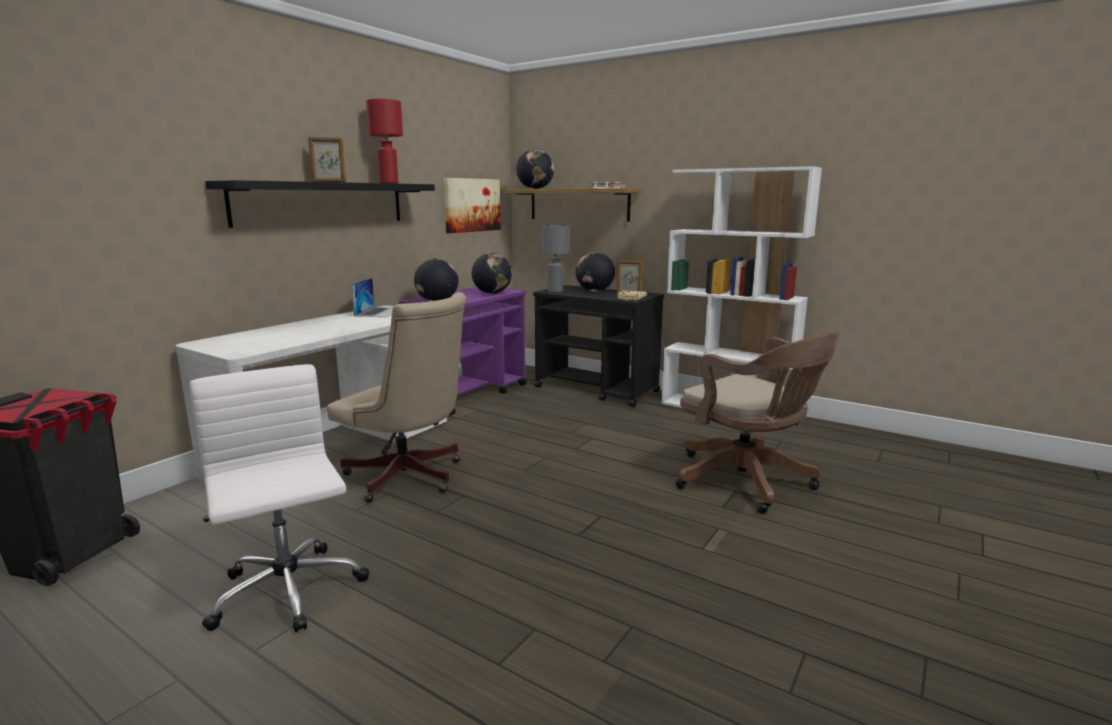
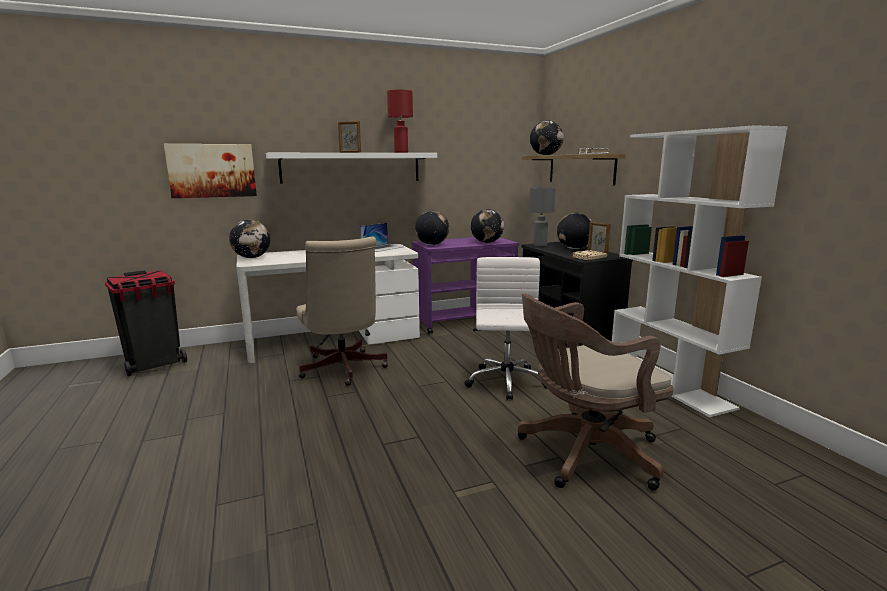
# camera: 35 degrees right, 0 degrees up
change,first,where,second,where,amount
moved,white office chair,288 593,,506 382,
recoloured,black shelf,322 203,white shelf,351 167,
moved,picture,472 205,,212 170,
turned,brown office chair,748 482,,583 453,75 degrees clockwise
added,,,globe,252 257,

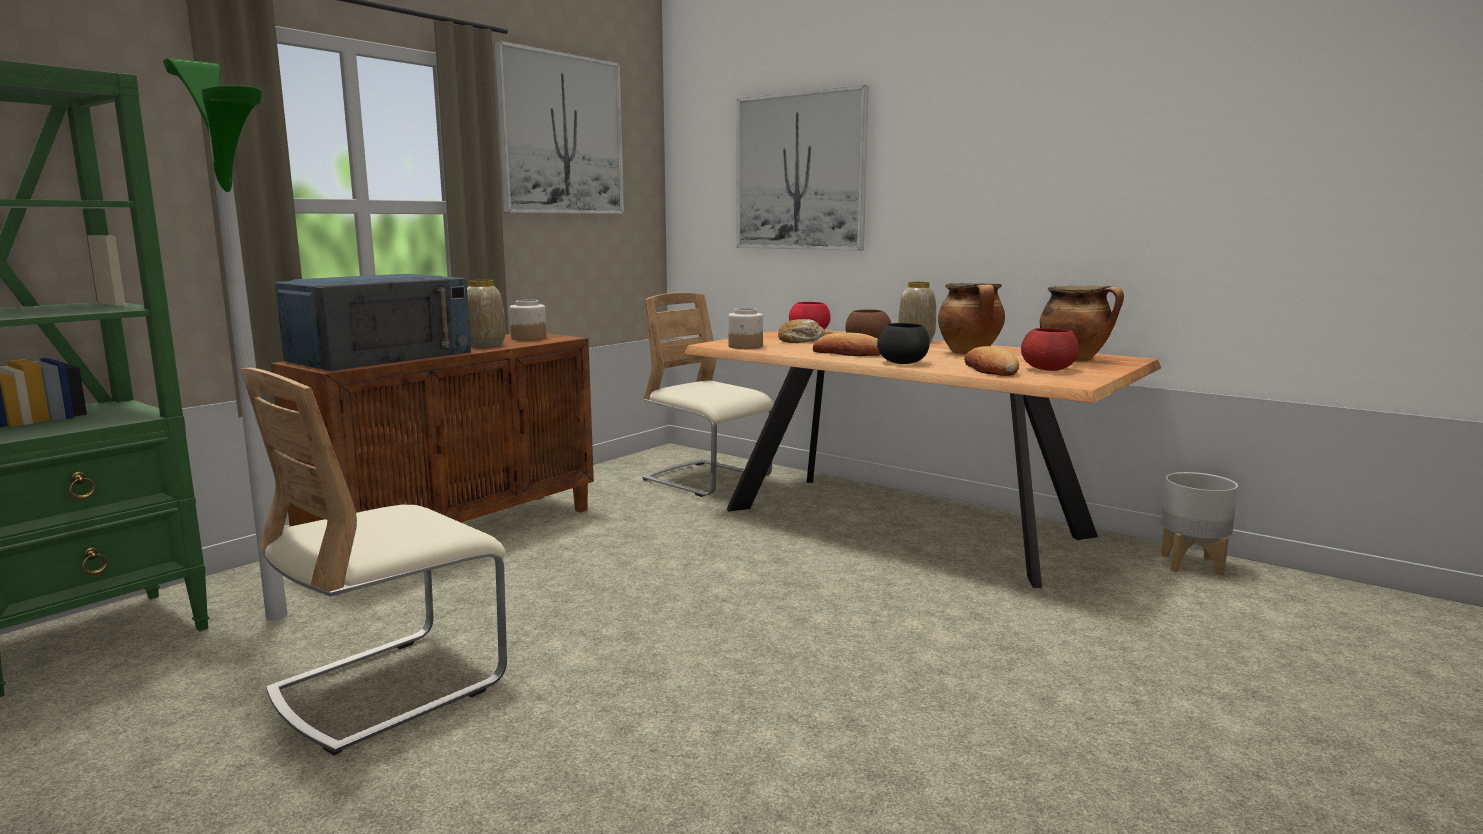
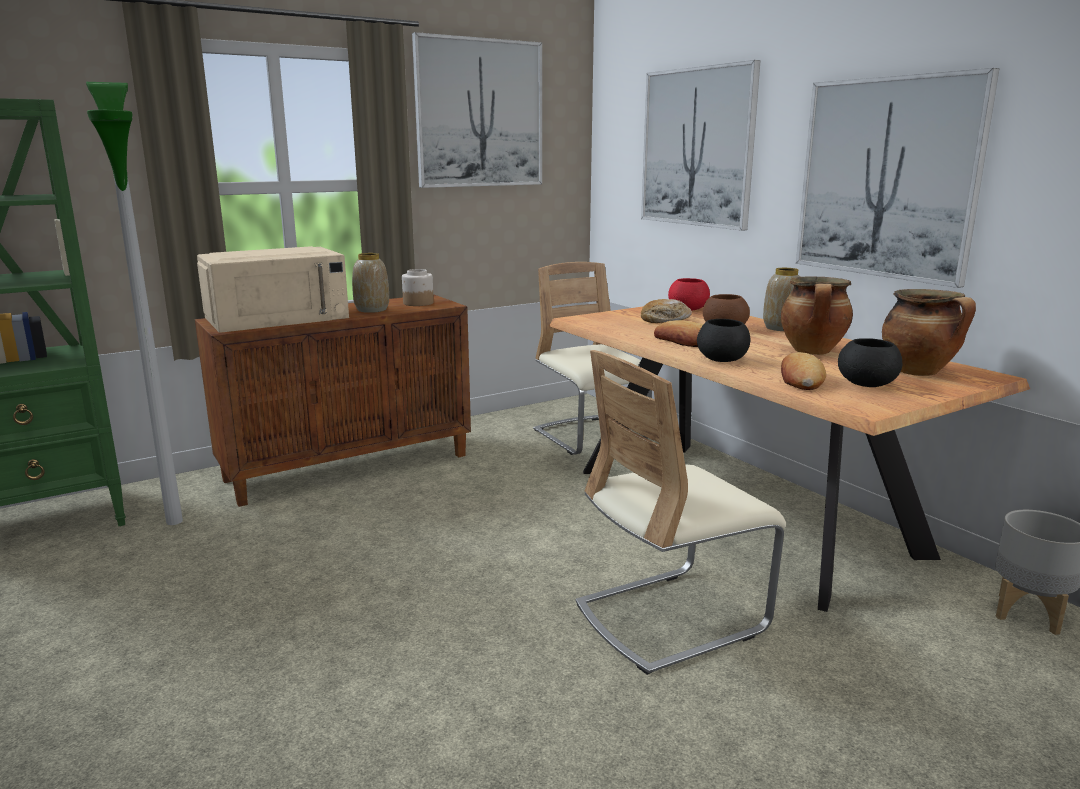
# camera: 20 degrees right, 5 degrees up
change,first,where,second,where,amount
moved,beige chair,389 687,,670 617,
recoloured,blue microwave,381 356,beige microwave,278 317,
removed,jar,745 346,,,
recoloured,red bowl,1049 369,black bowl,868 384,
added,,,picture,887 178,

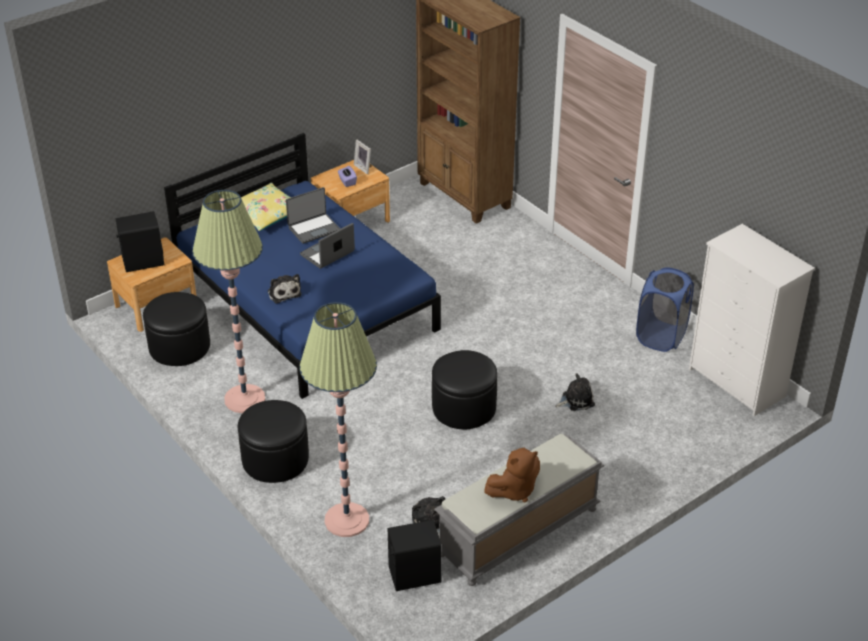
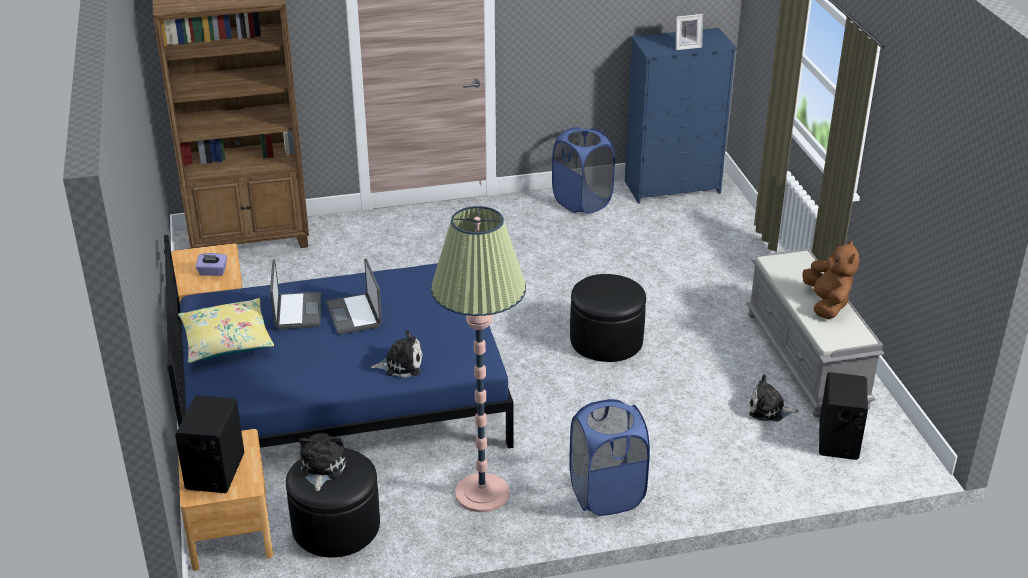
# camera: 65 degrees left, 5 degrees down
change,first,where,second,where,amount
replaced,black ottoman,275 459,blue laundry basket,606 494,
removed,floor lamp,347 520,,,
moved,picture frame,364 168,,687 46,
moved,plush toy,576 400,,321 468,
recoloured,white dresser,737 383,blue dresser,673 187,

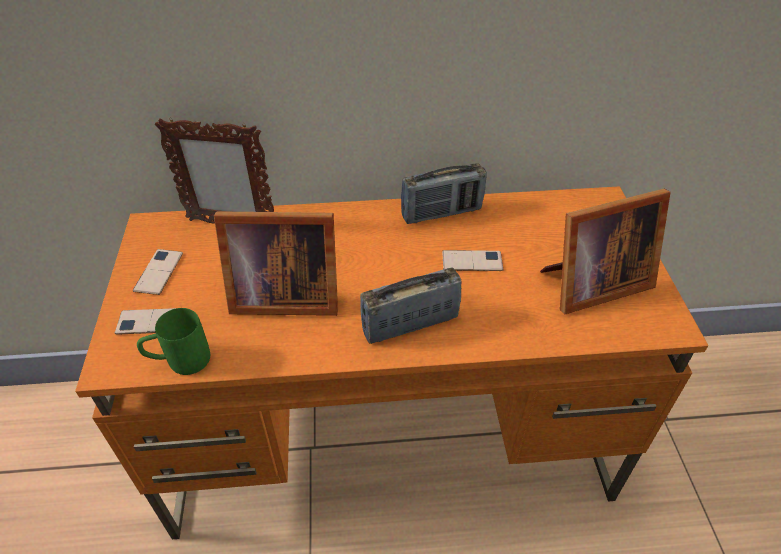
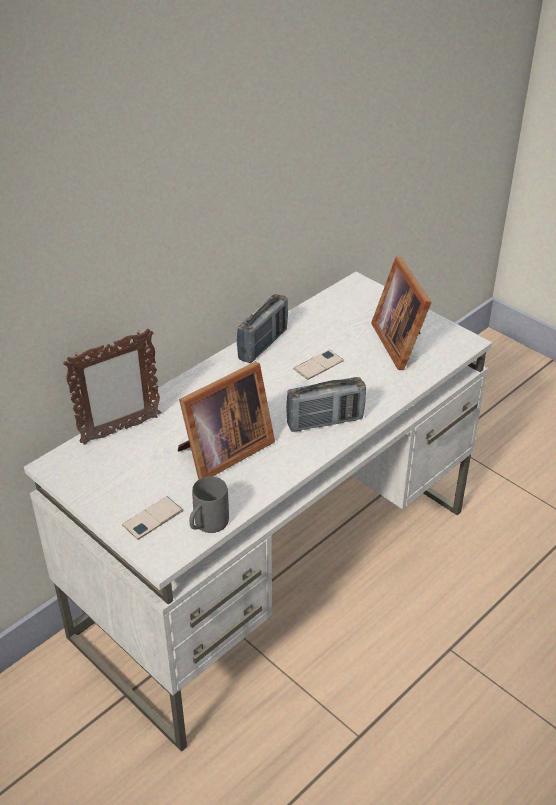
# camera: 40 degrees left, 5 degrees down
change,first,where,second,where,amount
recoloured,orange desk,392 436,white desk,277 571,
removed,phone,159 272,,,
recoloured,green mug,179 361,grey mug,207 526,
turned,radio,410 324,,325 422,135 degrees counterclockwise
turned,picture frame,591 285,,402 342,135 degrees clockwise

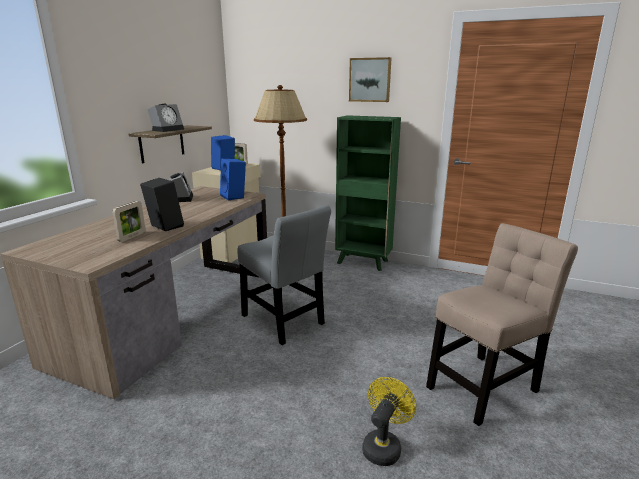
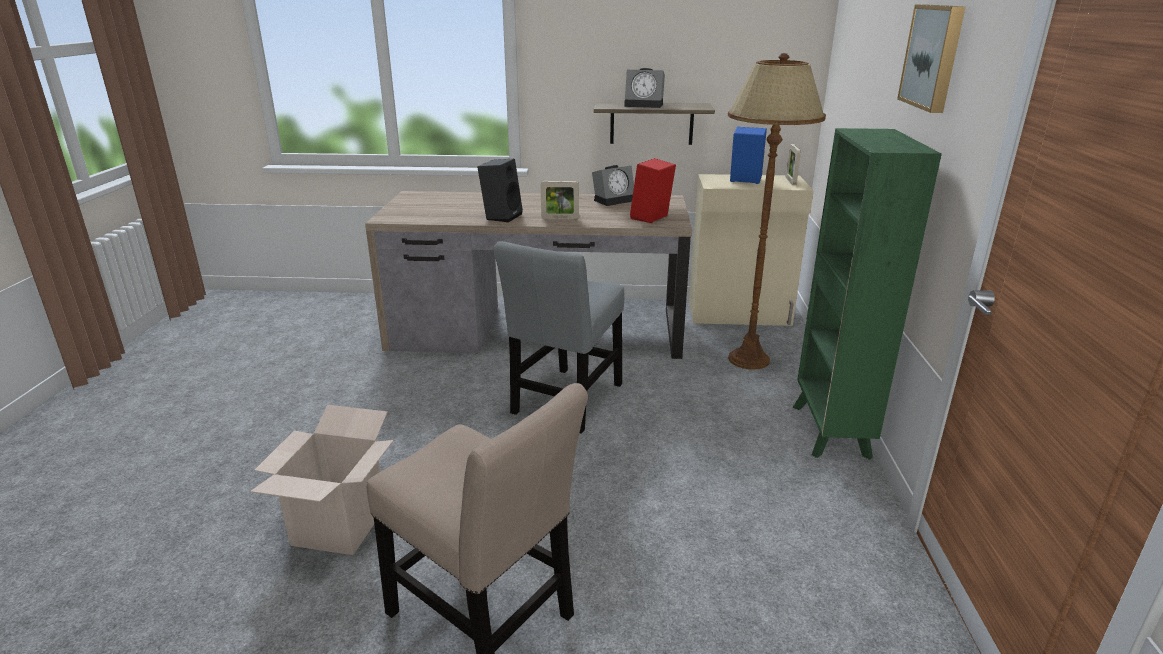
# camera: 70 degrees right, 5 degrees up
change,first,where,second,where,amount
moved,picture frame,132 236,,560 218,
recoloured,blue speaker,234 197,red speaker,651 218,
replaced,yellow fan,384 445,cardboard box,339 526,

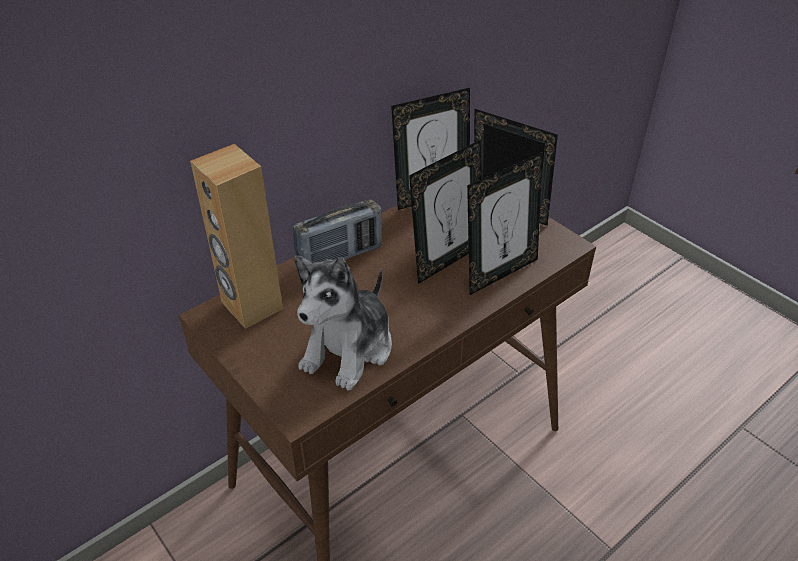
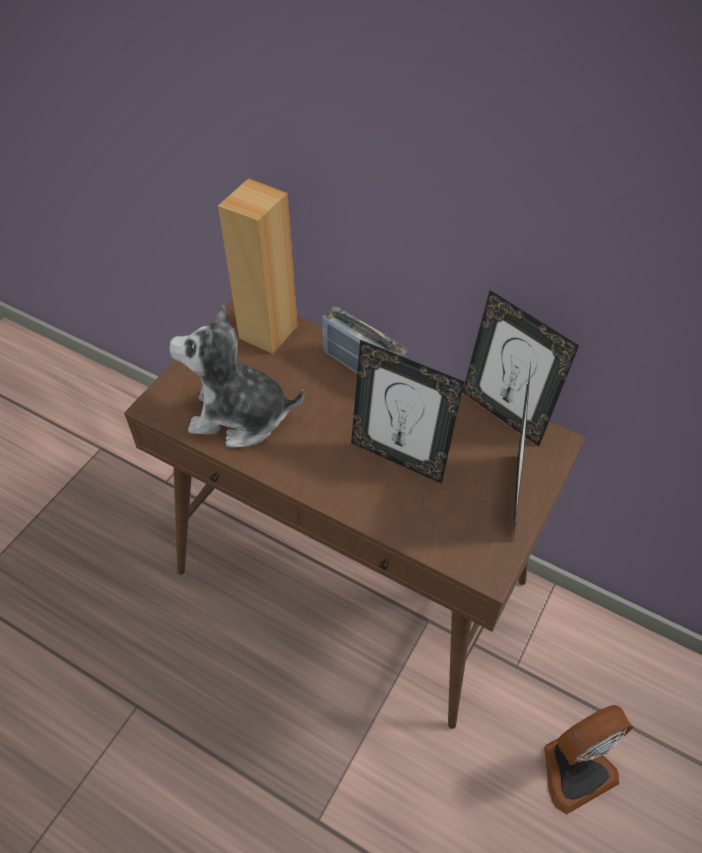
# camera: 70 degrees right, 10 degrees up
change,first,where,second,where,amount
removed,picture frame,499 272,,,
added,,,fan,574 768,

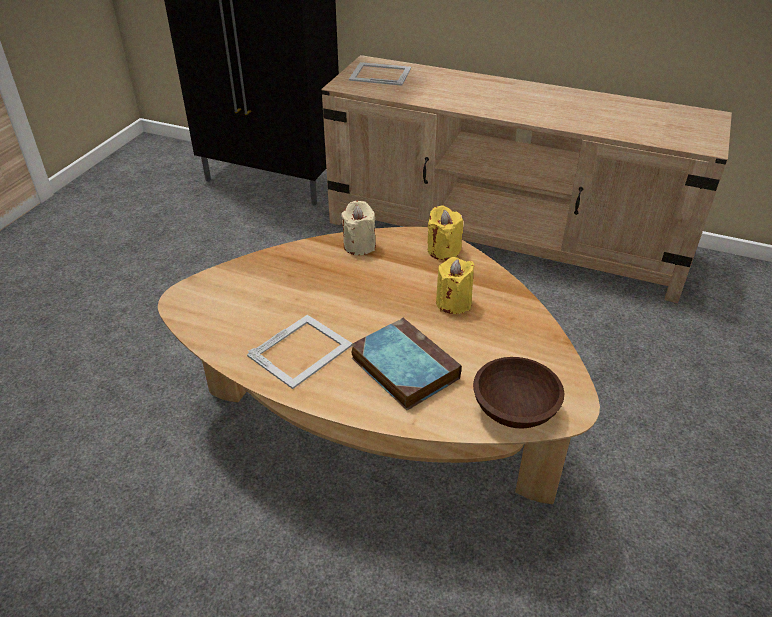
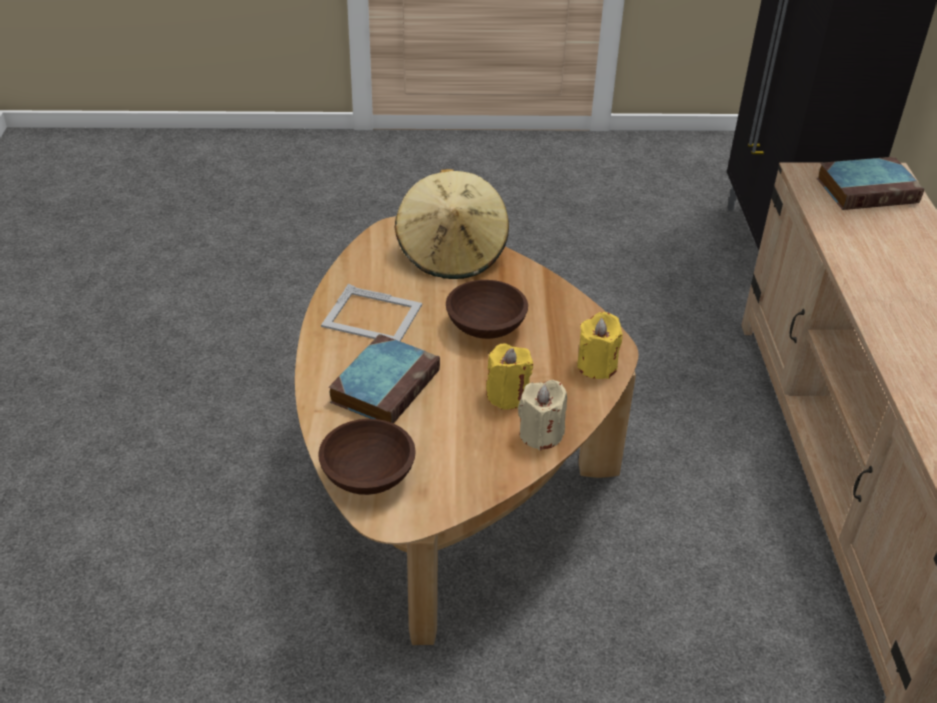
# camera: 65 degrees right, 0 degrees up
change,first,where,second,where,amount
moved,beige candle,359 246,,541 434,
replaced,picture frame,379 74,book,868 190,
added,,,beige hat,452 253,
added,,,brown bowl,486 327,

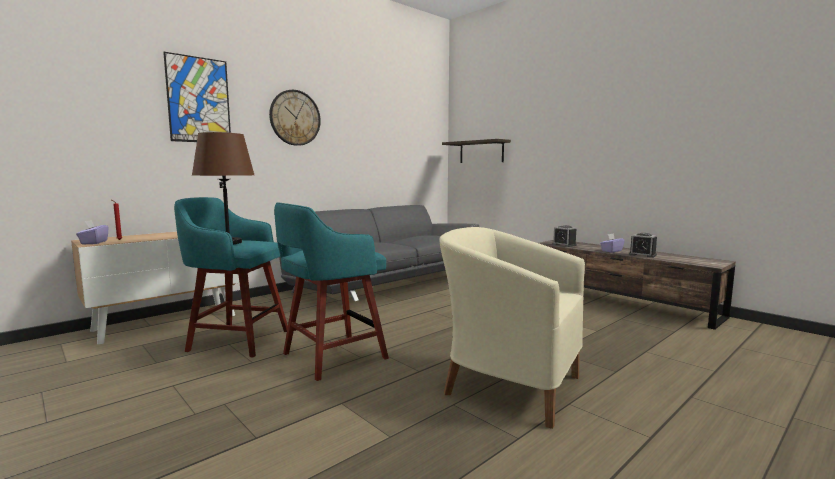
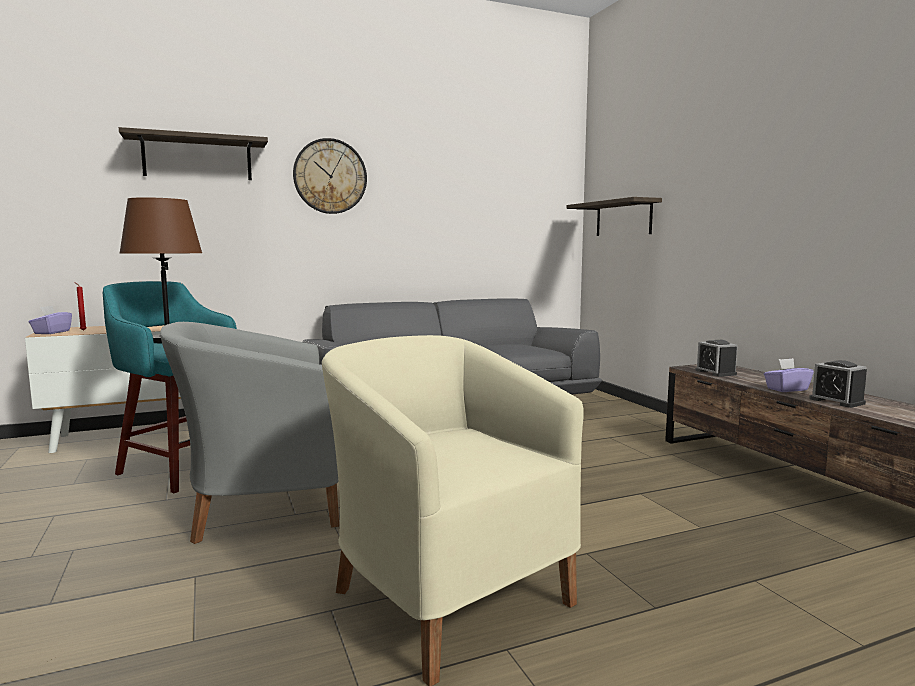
# camera: 20 degrees right, 0 degrees up
change,first,where,second,where,amount
replaced,picture,199 100,shelf,197 158,
replaced,turquoise stool,331 357,grey armchair,260 507,

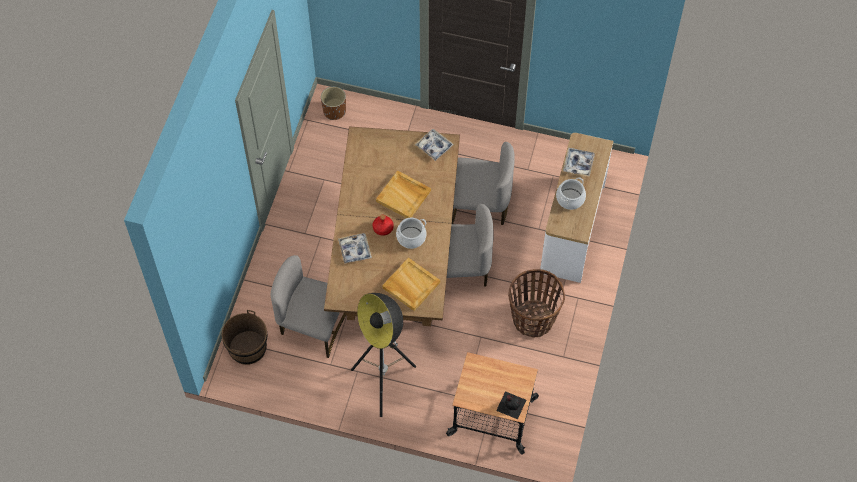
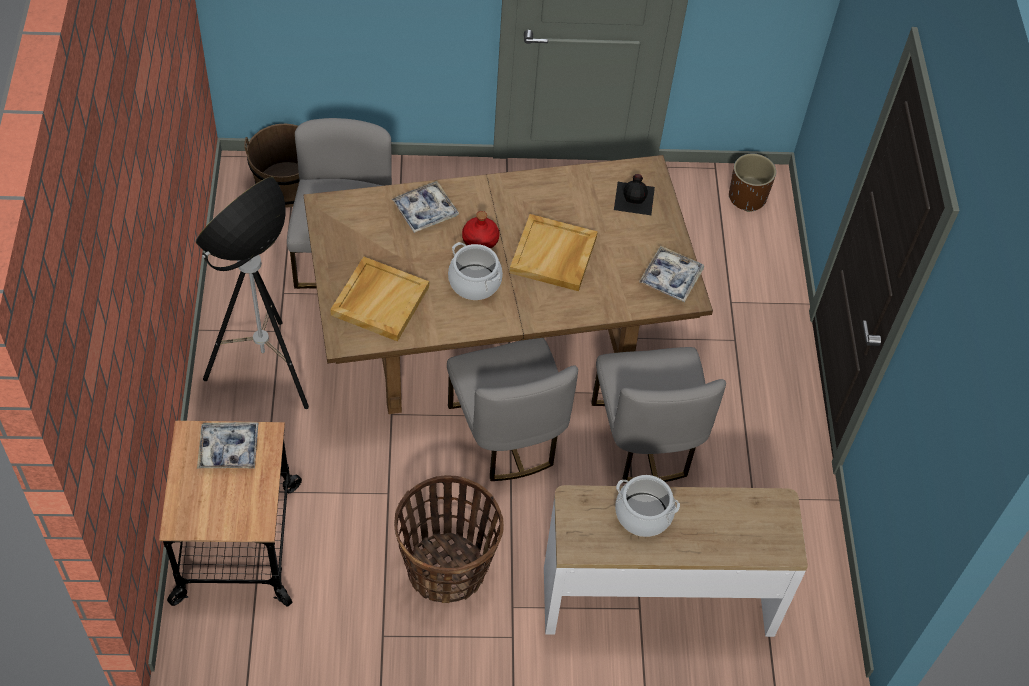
# camera: 70 degrees right, 5 degrees down
change,first,where,second,where,amount
moved,black bottle,511 404,,635 197,
moved,tray,578 164,,229 449,

